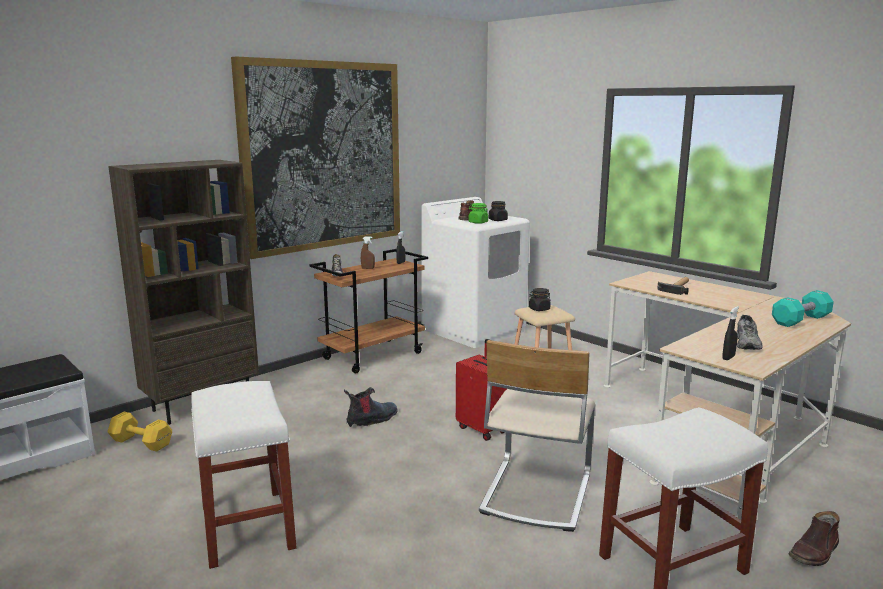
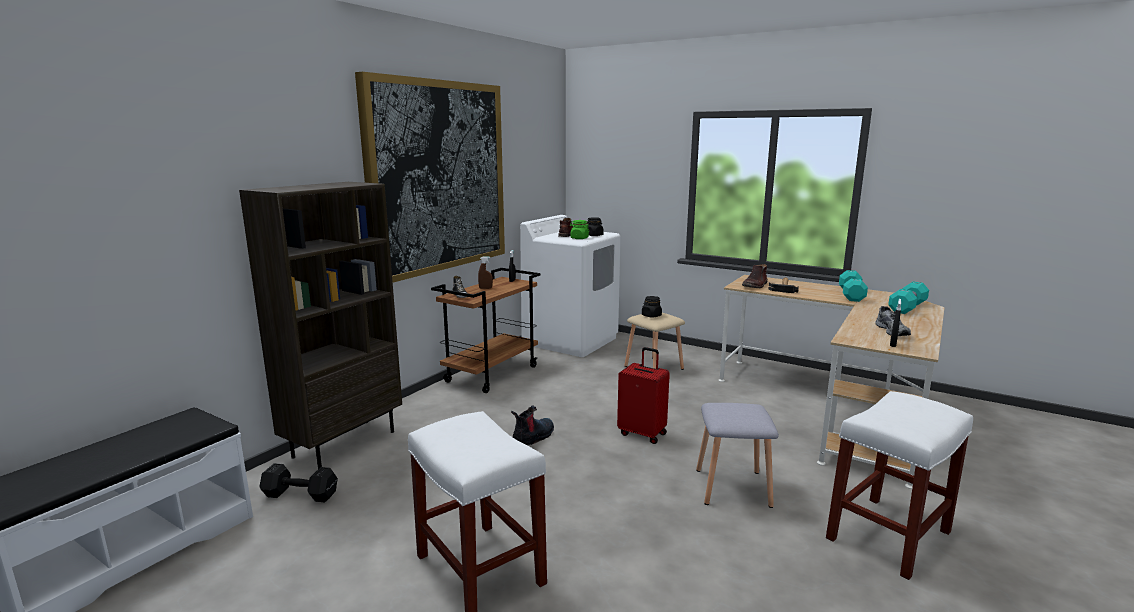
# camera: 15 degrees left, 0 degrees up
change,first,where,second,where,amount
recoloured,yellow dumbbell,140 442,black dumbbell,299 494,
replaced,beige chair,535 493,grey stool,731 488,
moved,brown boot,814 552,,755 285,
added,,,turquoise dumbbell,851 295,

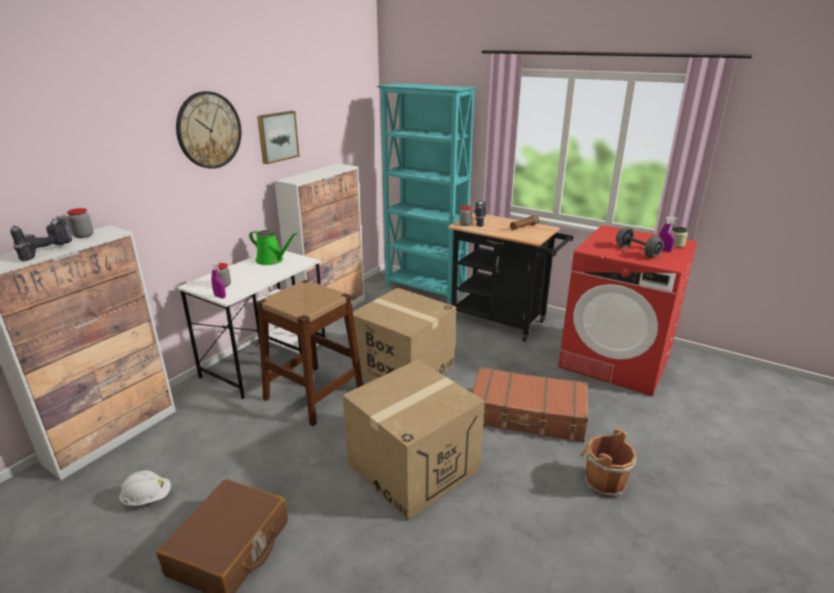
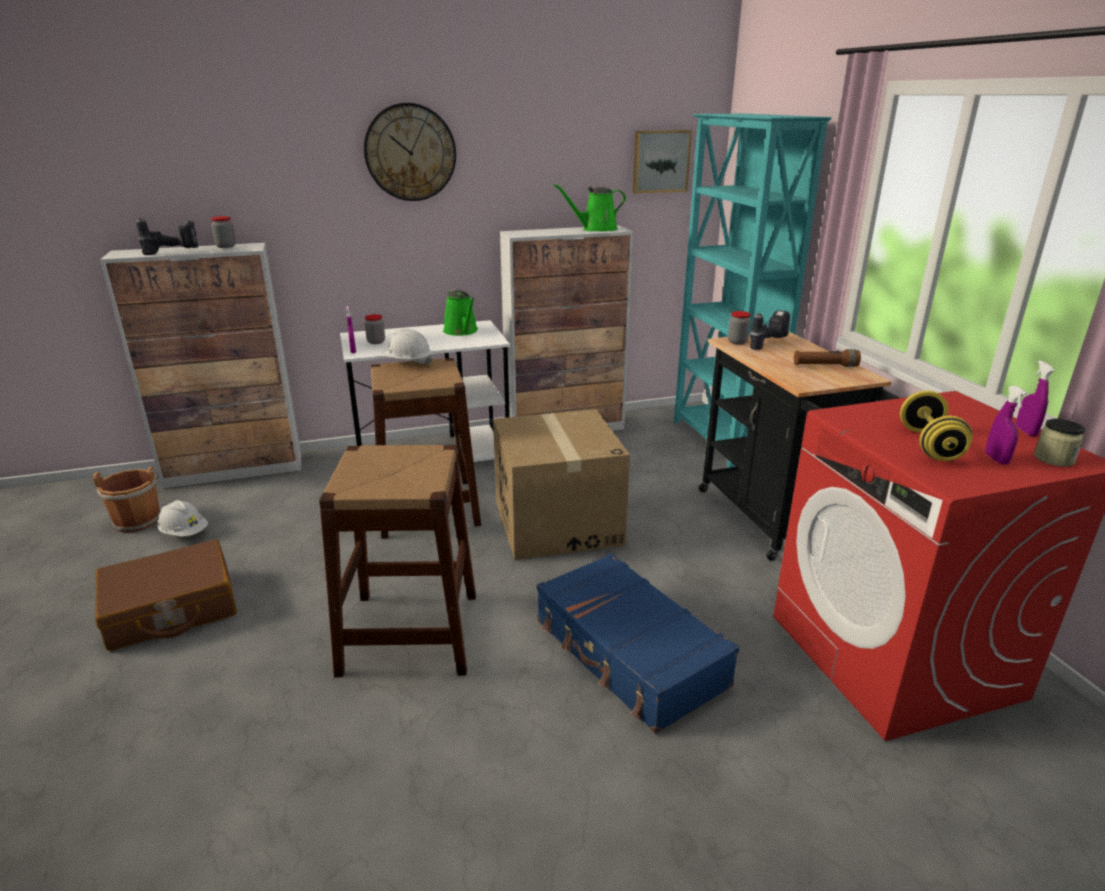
# camera: 40 degrees right, 0 degrees up
change,first,where,second,where,amount
moved,picture,277 136,,660 161,
replaced,cardboard box,413 466,brown stool,410 632,
recoloured,brown suitcase,527 415,blue suitcase,628 654,
moved,brown bucket,602 482,,137 520,
recoloured,grey dumbbell,637 252,yellow dumbbell,929 445,
added,,,white hard hat,408 362,
added,,,green watering can,596 229,
added,,,purple spray bottle,1025 431,

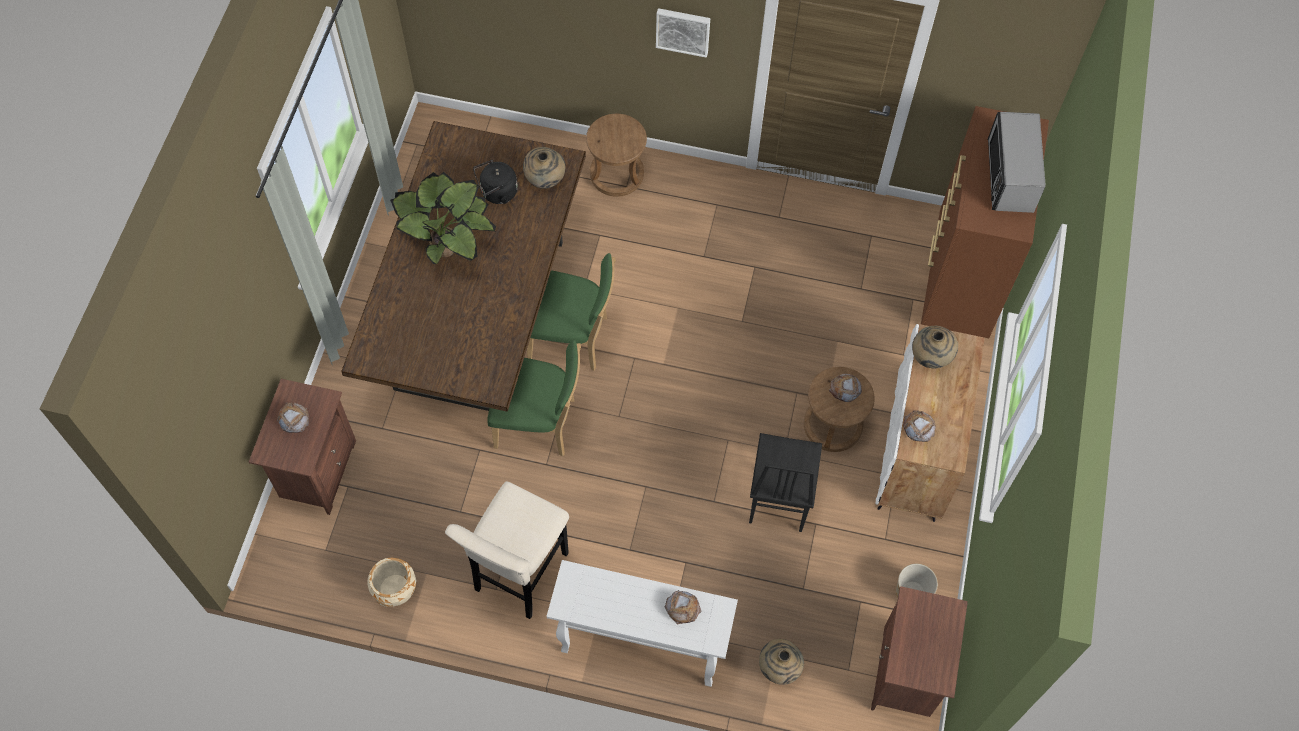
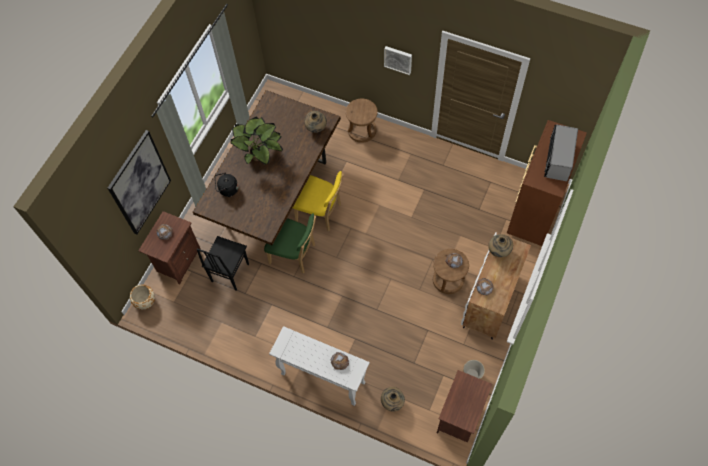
# camera: 15 degrees right, 0 degrees up
change,first,where,second,where,amount
moved,beige planter,395 590,,145 302,
removed,beige stool,519 576,,,
moved,black kettle,497 193,,227 190,
recoloured,green chair,572 339,yellow chair,320 213,
moved,black chair,777 500,,229 273,
added,,,picture,139 183,

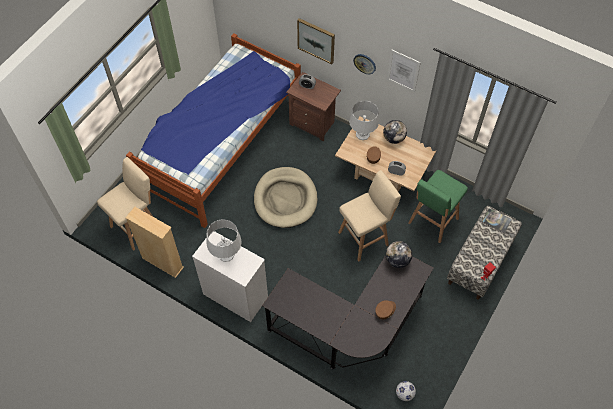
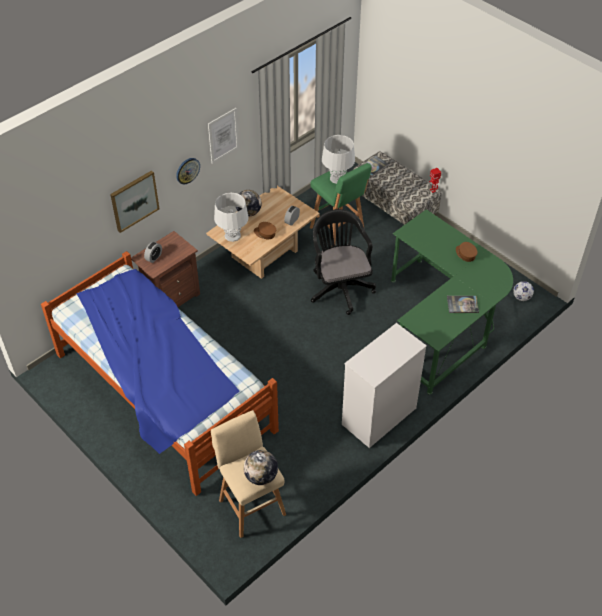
# camera: 75 degrees left, 10 degrees down
change,first,where,second,where,amount
removed,beige bookcase,162 262,,,
moved,grey table lamp,226 254,,337 178,
removed,beige dog bed,285 199,,,
recoloured,black desk,350 329,green desk,443 323,
replaced,beige stool,365 238,black office chair,340 287,
moved,globe,397 260,,261 476,
added,,,book,462 304,

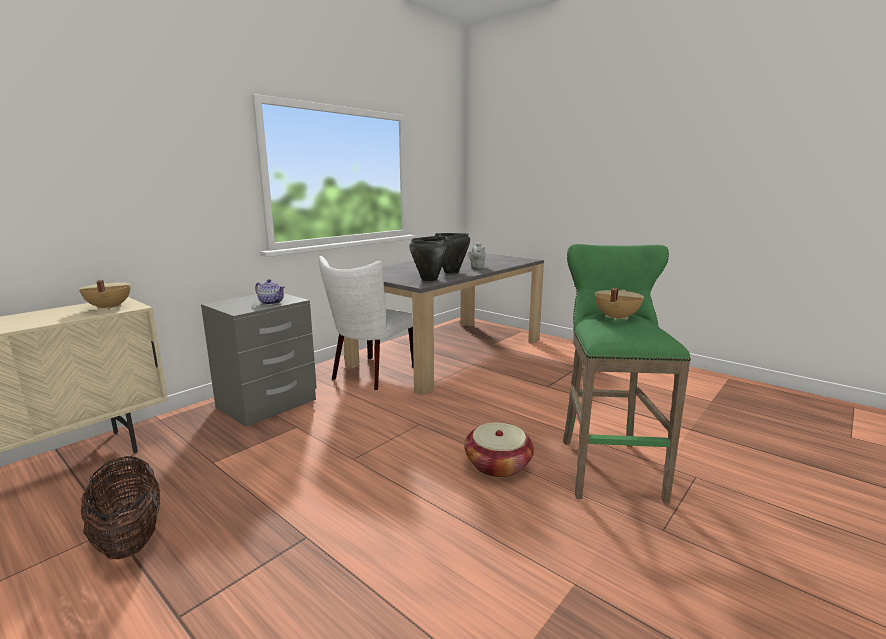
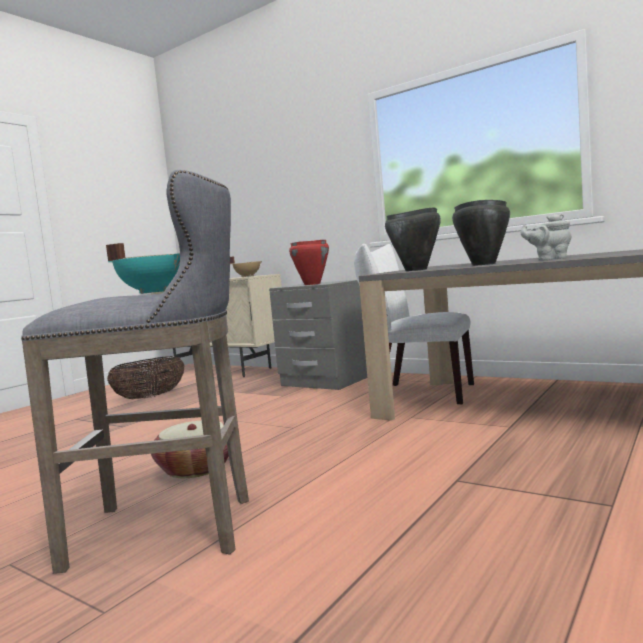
# camera: 85 degrees right, 10 degrees down
change,first,where,second,where,amount
replaced,teapot,271 302,red cooking pot,312 284,
recoloured,green stool,606 465,grey stool,173 530,
recoloured,beige cooking pot,615 318,turquoise cooking pot,153 292,

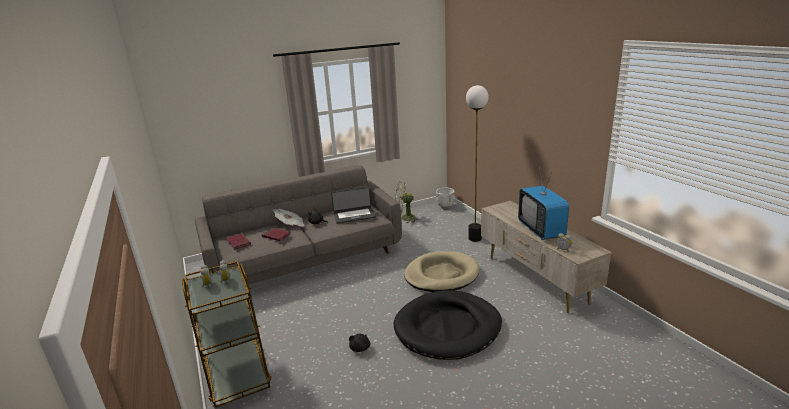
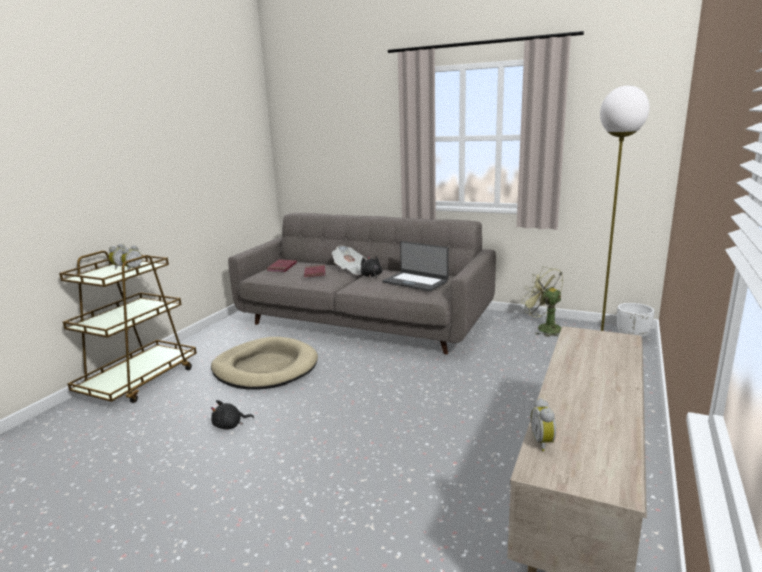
# camera: 50 degrees right, 5 degrees down
change,first,where,second,where,amount
removed,black dog bed,448 328,,,
moved,beige dog bed,441 275,,265 368,
removed,television,541 230,,,

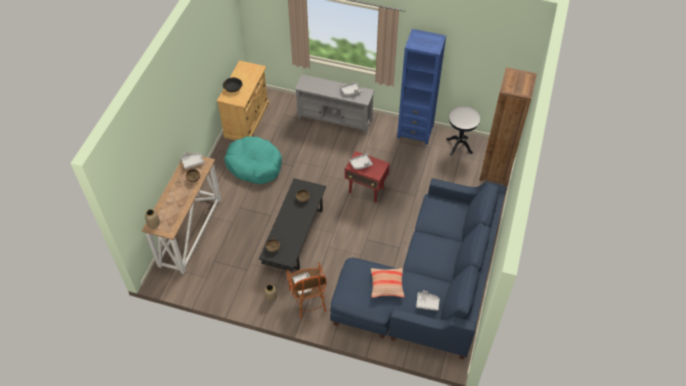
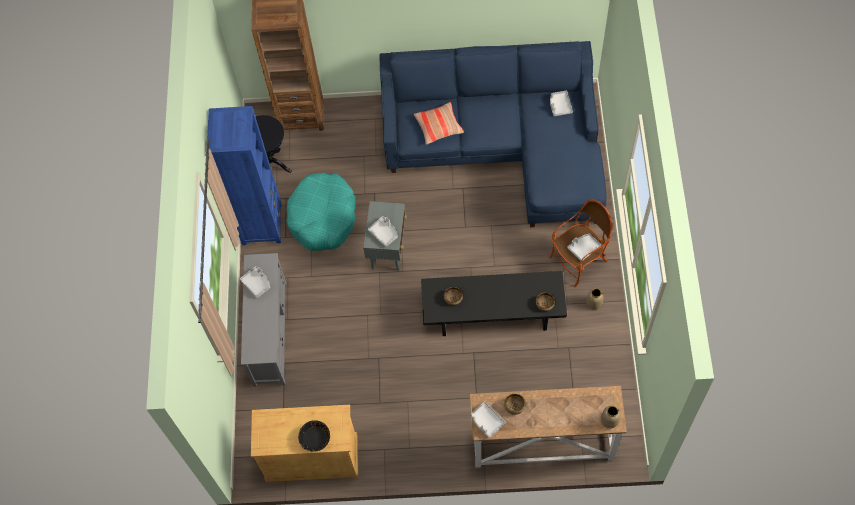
# camera: 105 degrees left, 10 degrees up
change,first,where,second,where,amount
moved,turquoise dog bed,254 165,,323 217,
recoloured,red side table,366 191,grey side table,388 251,
moved,pillow,387 285,,438 126,

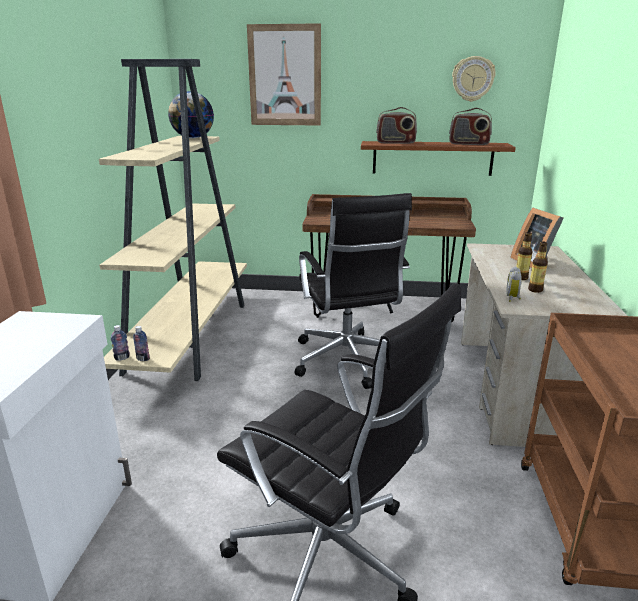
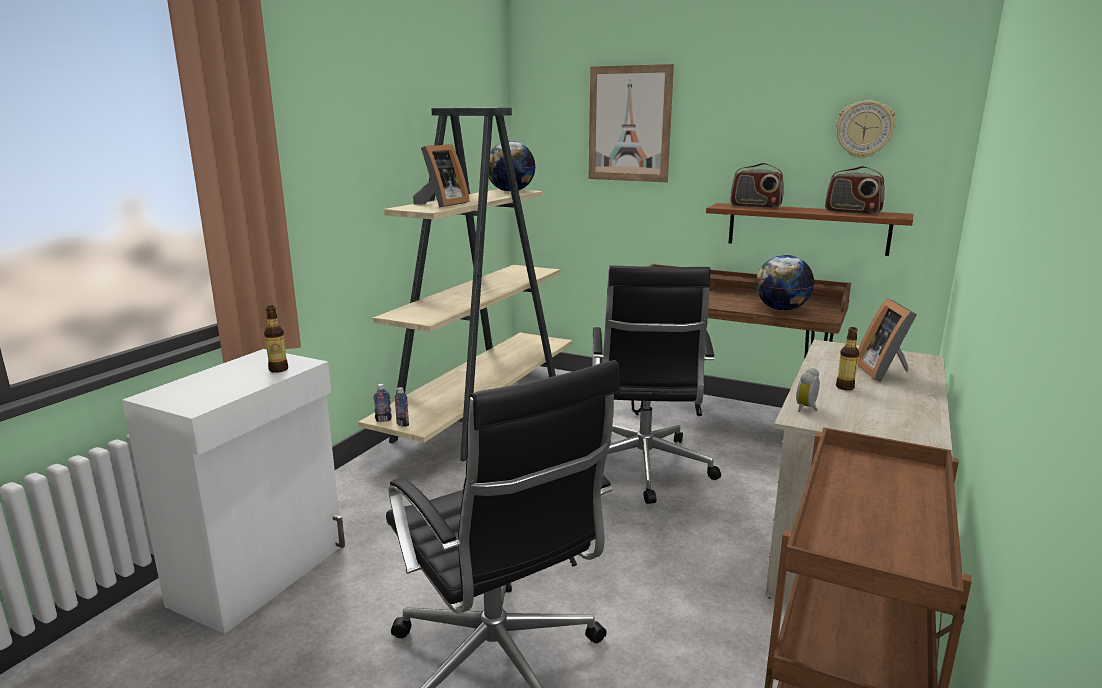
# camera: 20 degrees right, 5 degrees down
change,first,where,second,where,amount
moved,bottle,535 290,,278 369,
added,,,picture frame,441 204,
added,,,globe,781 309,

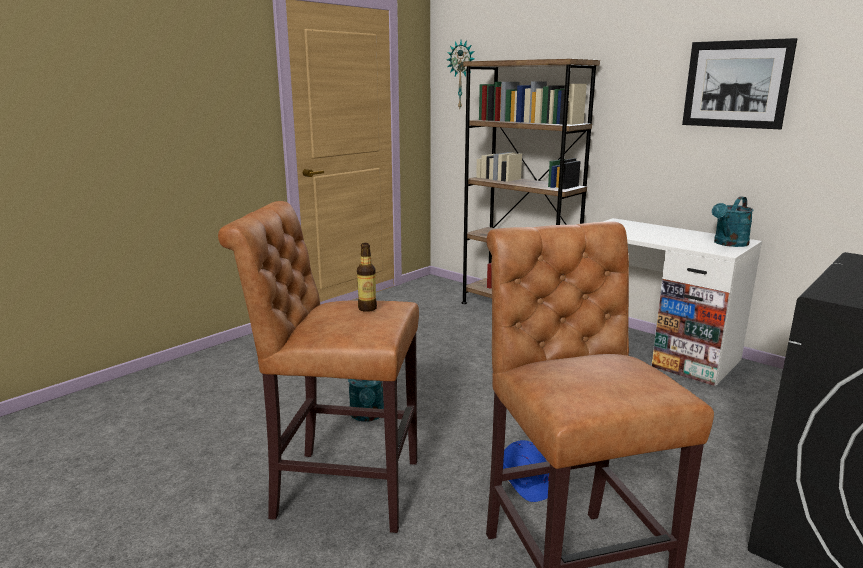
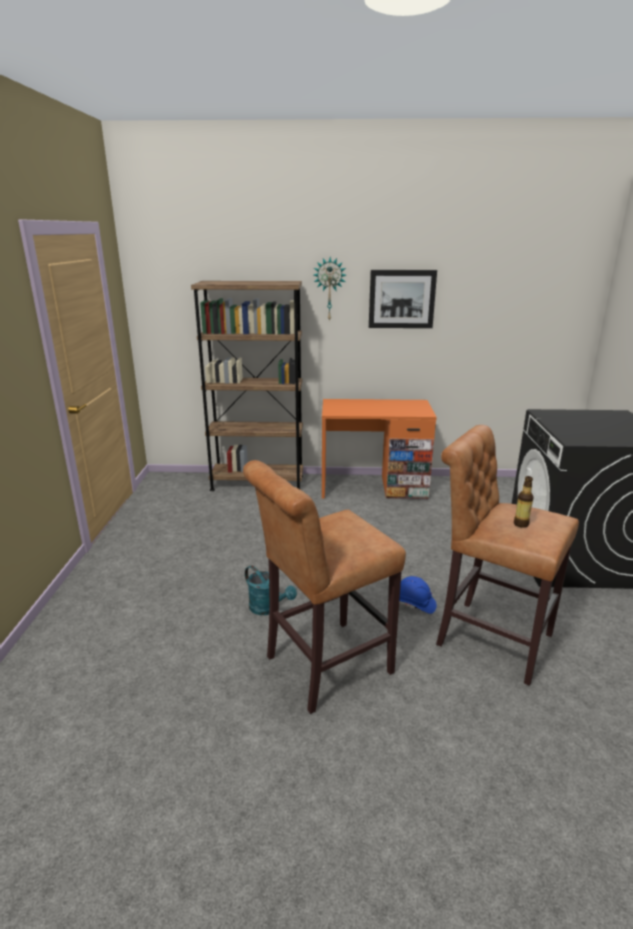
# camera: 40 degrees left, 5 degrees up
change,first,where,second,where,amount
moved,bottle,367 308,,521 524,
moved,wall clock,462 75,,329 289,
recoloured,white desk,652 350,orange desk,373 487,
removed,turquoise watering can,728 244,,,

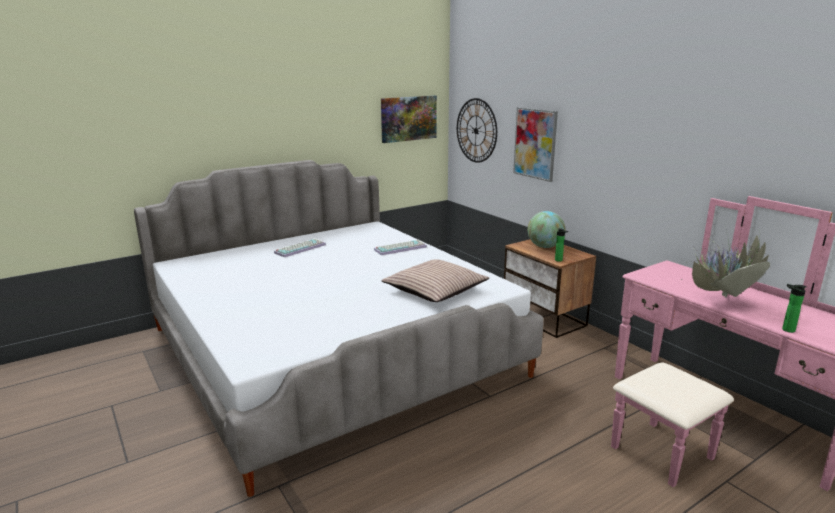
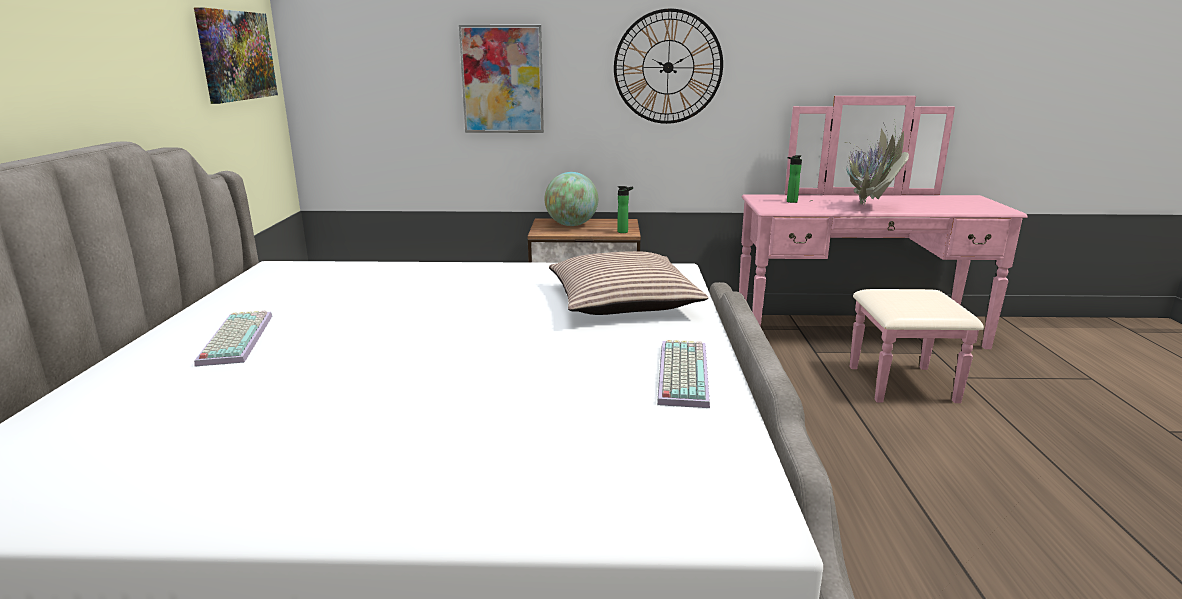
# camera: 55 degrees left, 0 degrees up
change,first,where,second,where,amount
moved,keyboard,400 248,,680 373,
moved,wall clock,476 130,,668 67,
moved,bottle,786 329,,790 202,

